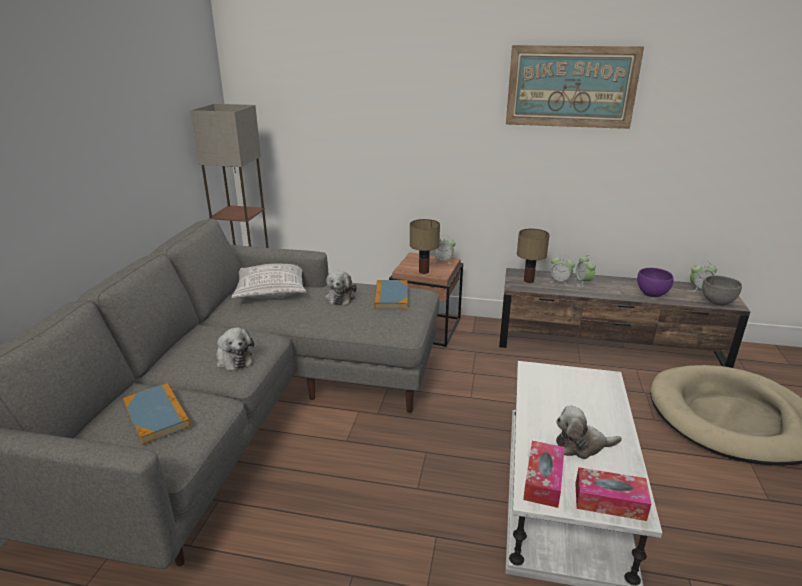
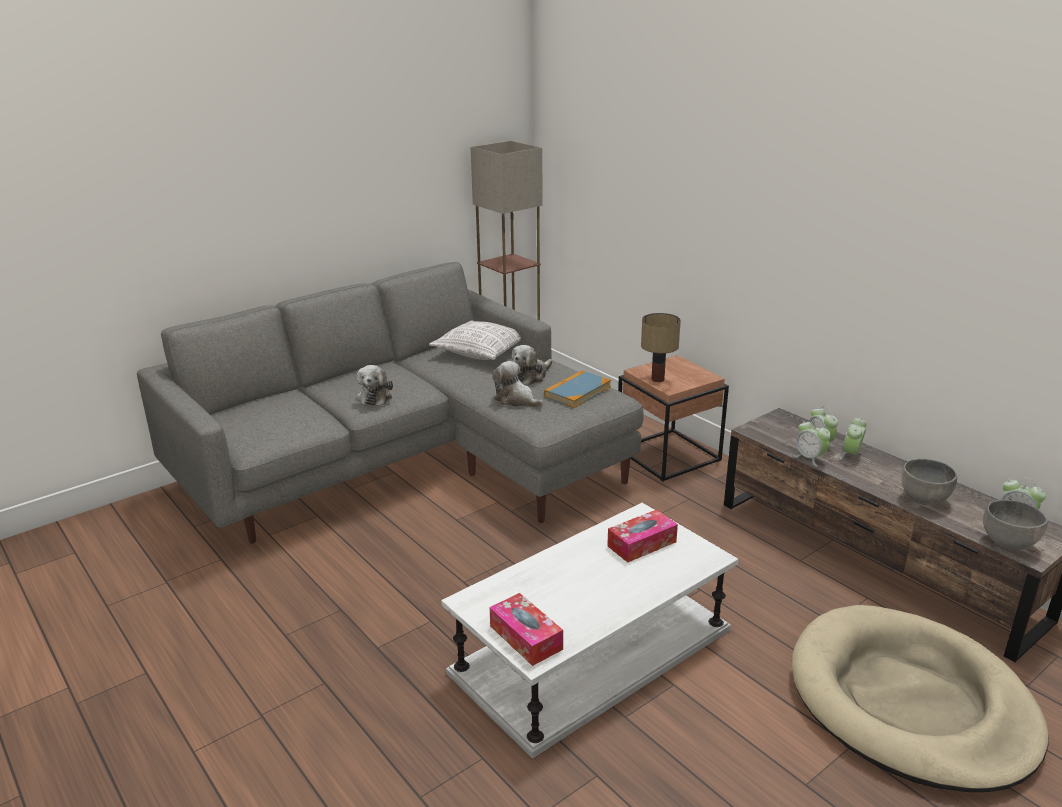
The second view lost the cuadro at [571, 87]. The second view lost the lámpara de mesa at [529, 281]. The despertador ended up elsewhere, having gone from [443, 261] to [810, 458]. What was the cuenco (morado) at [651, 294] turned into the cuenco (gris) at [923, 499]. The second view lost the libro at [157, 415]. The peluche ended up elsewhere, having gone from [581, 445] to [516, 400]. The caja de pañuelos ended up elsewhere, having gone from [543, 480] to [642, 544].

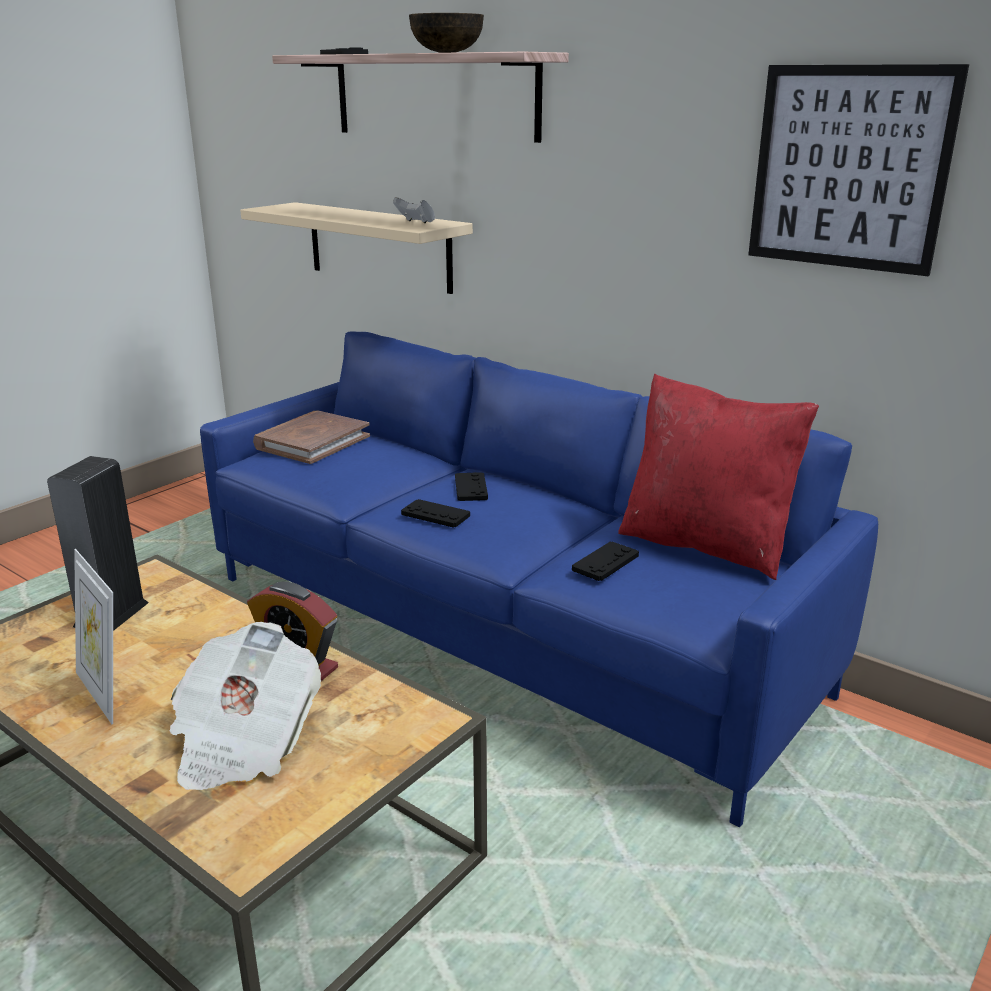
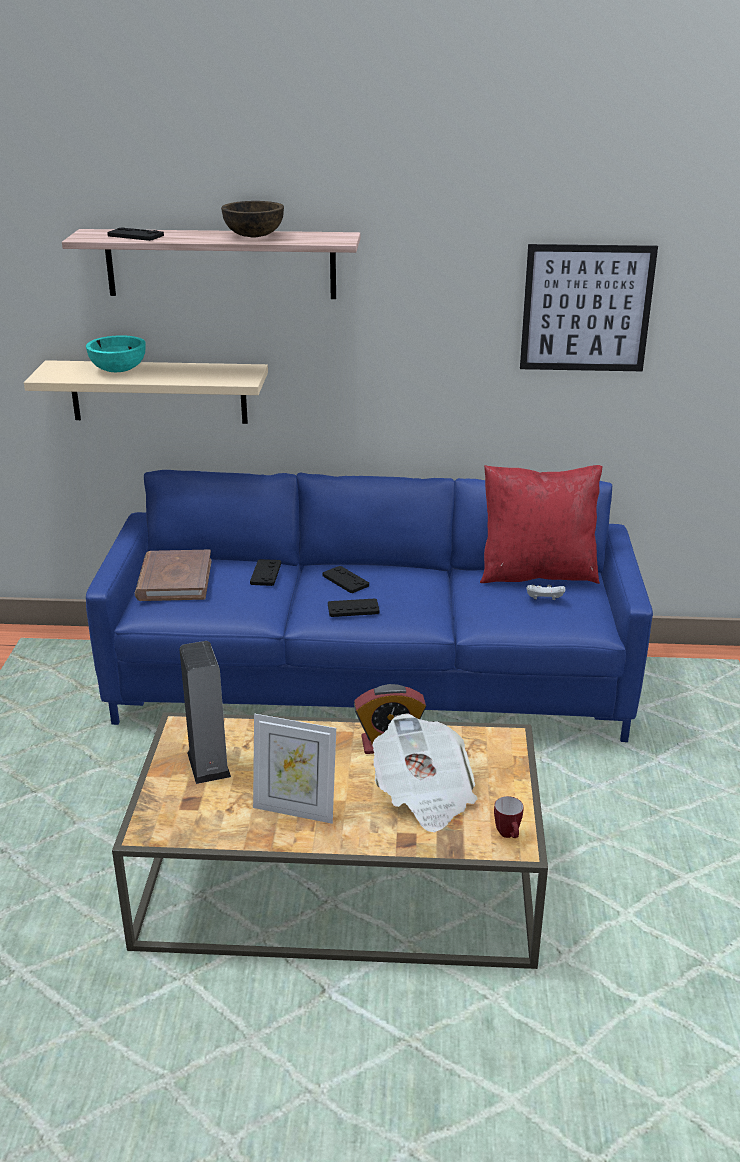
The mando de consola (blanco) ended up elsewhere, having gone from [416, 222] to [544, 600]. The mando de consola (negro) ended up elsewhere, having gone from [605, 562] to [265, 573]. The second view gained the cuenco (turquesa) at [119, 370]. The second view gained the taza grande at [509, 835].

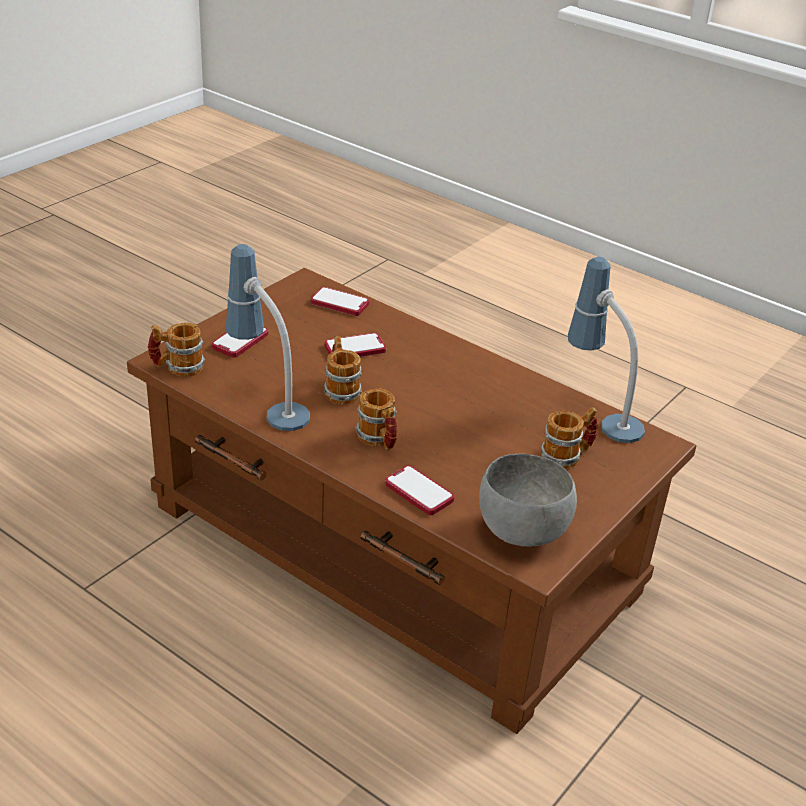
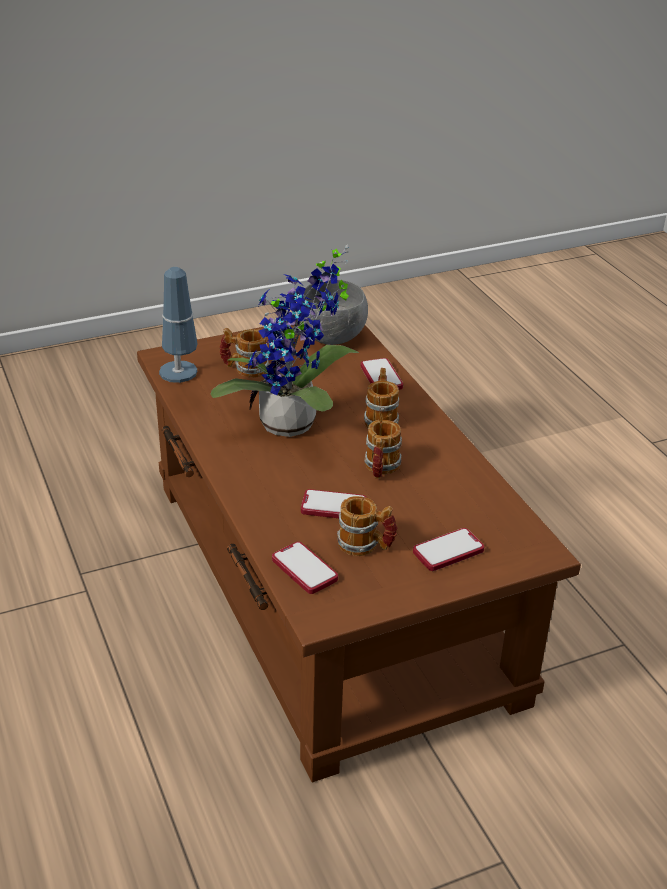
The second view lost the lámpara de mesa at [268, 404]. The taza grande ended up elsewhere, having gone from [177, 367] to [366, 546]. The second view gained the planta en maceta at [293, 426].

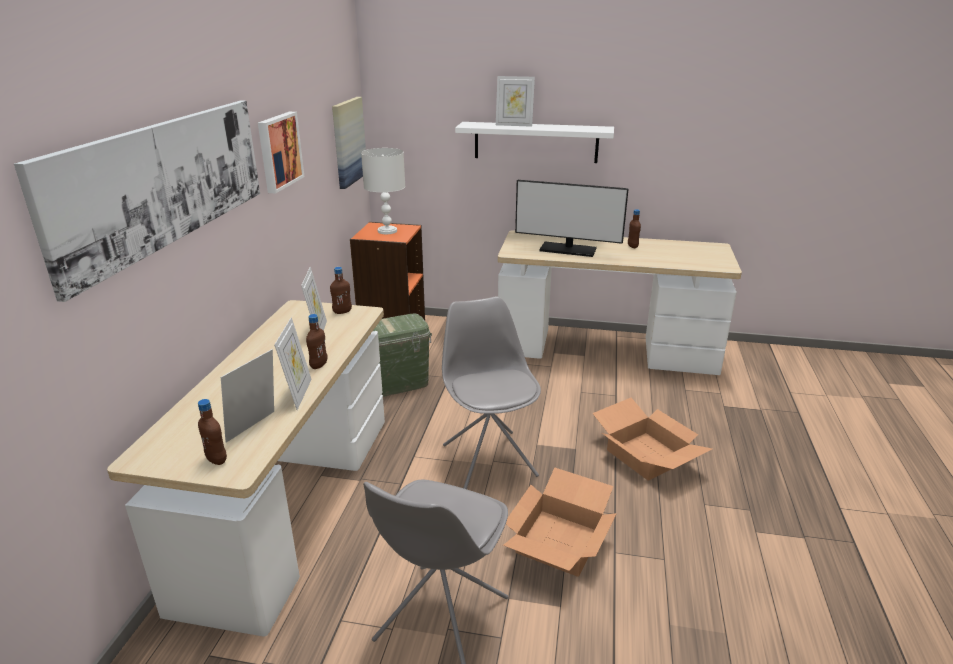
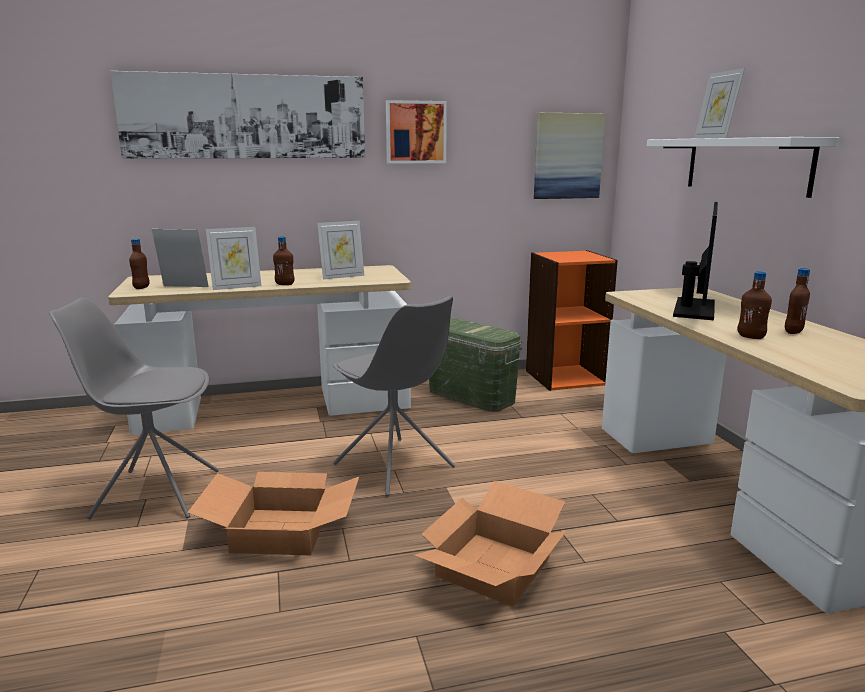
The second view lost the lámpara de mesa (blanco) at [387, 231]. The monitor at [568, 250] ended up facing another way, 150 degrees counterclockwise from before. The botella (marrón) ended up elsewhere, having gone from [342, 312] to [751, 337]. The silla (gris) at [489, 459] ended up facing another way, 90 degrees clockwise from before.

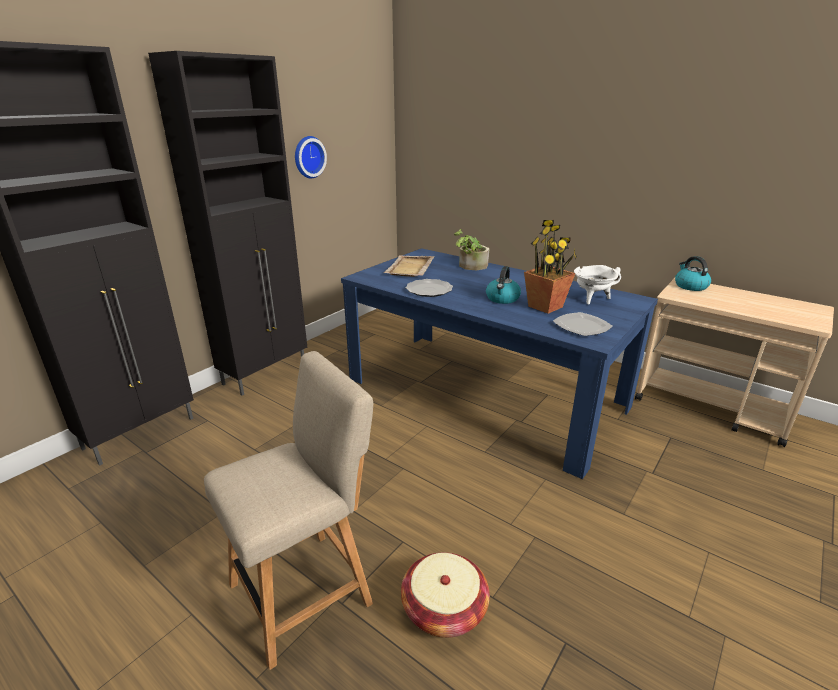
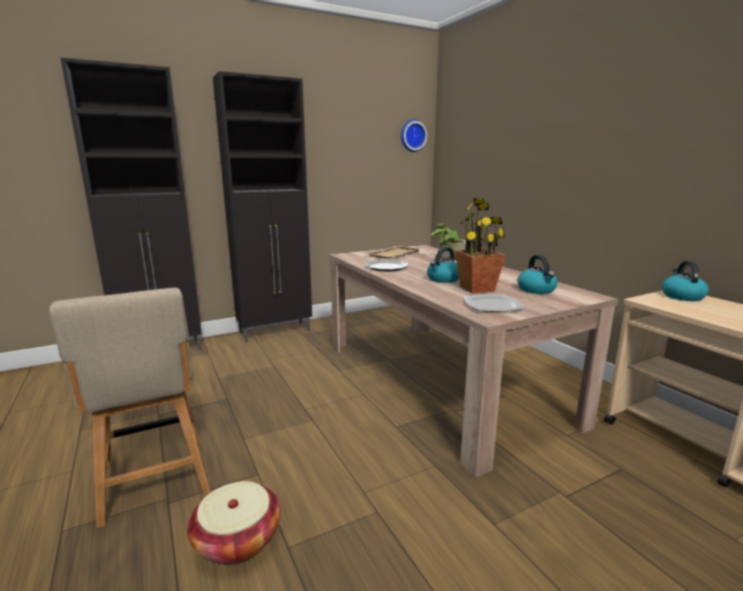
The reloj de pared ended up elsewhere, having gone from [308, 157] to [412, 136]. What was the mesa de comedor (azul) at [484, 392] turned into the mesa de comedor (beis) at [440, 380]. Where the olla (blanco) stood at [592, 299], the hervidor came to stand at [537, 290]. The silla (beis) at [306, 589] ended up facing another way, 75 degrees clockwise from before.

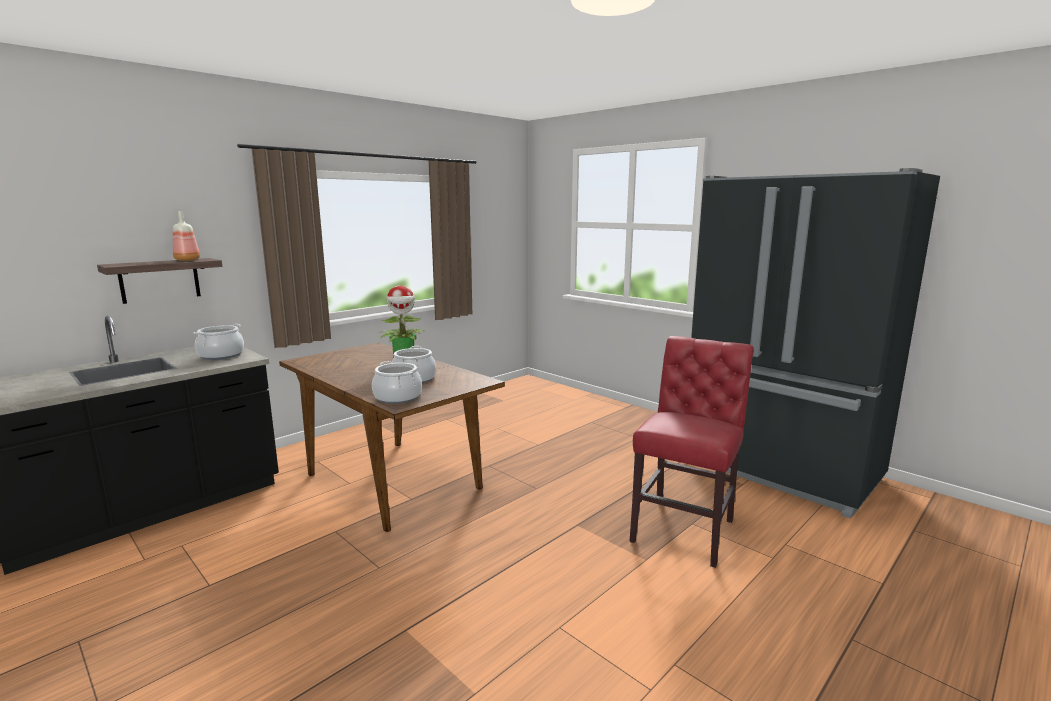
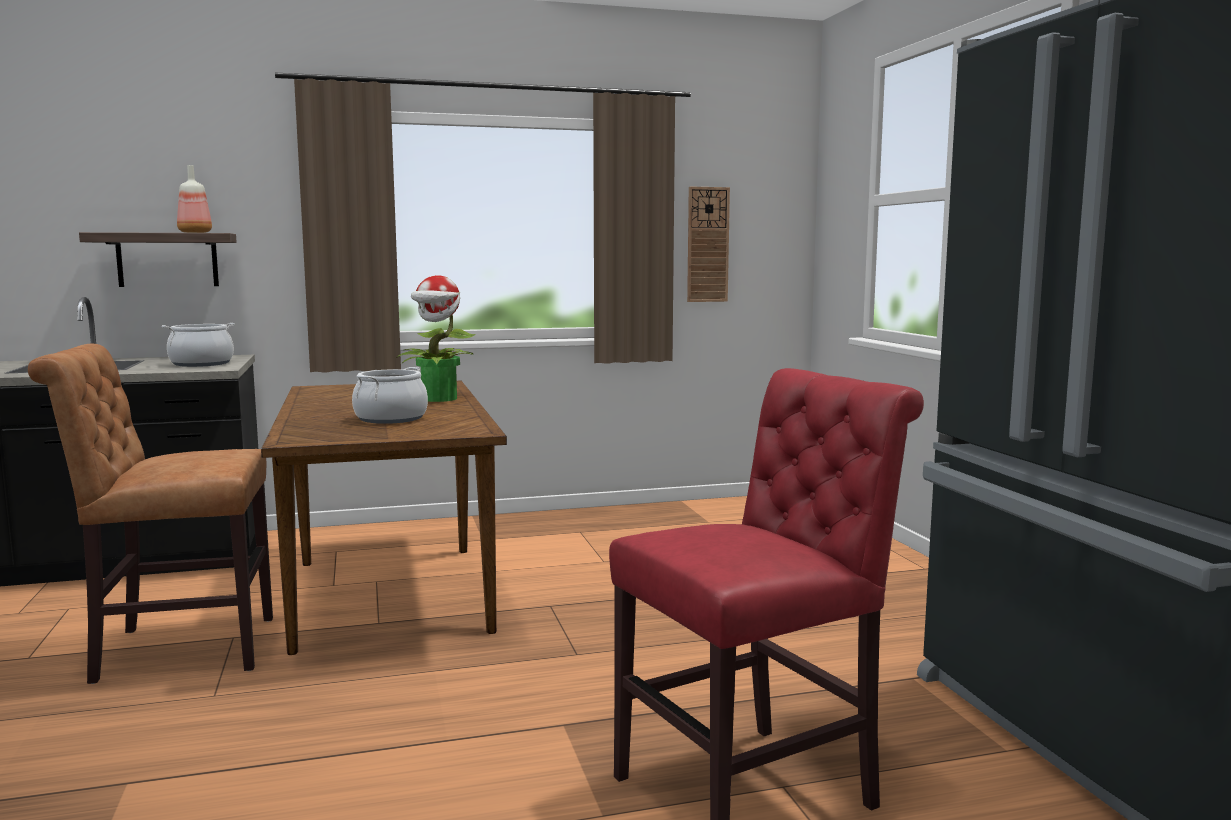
The second view lost the olla at [397, 397]. The second view gained the reloj de pared at [707, 244]. The second view gained the silla (marrón) at [176, 650].

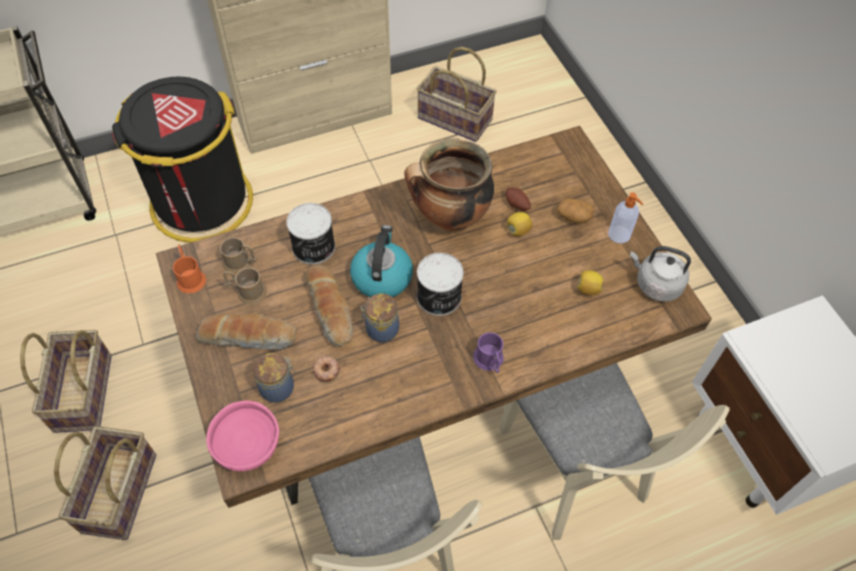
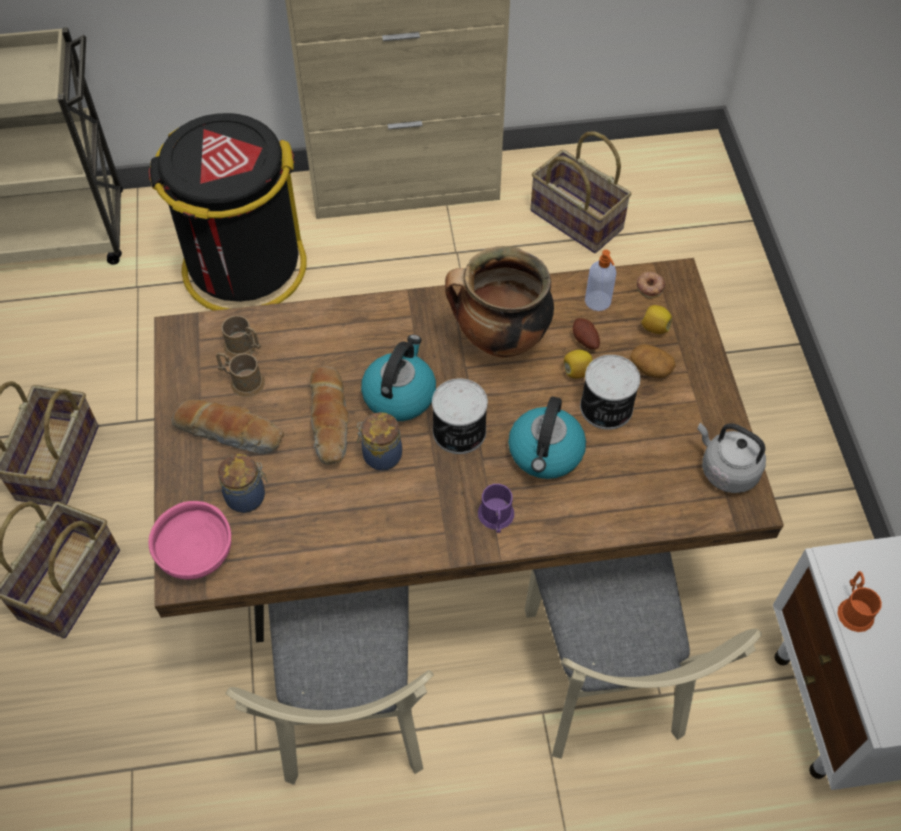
The dispensador de jabón ended up elsewhere, having gone from [619, 235] to [598, 302]. The lata ended up elsewhere, having gone from [313, 247] to [606, 408]. The taza grande (naranja) ended up elsewhere, having gone from [190, 277] to [854, 609]. The limón ended up elsewhere, having gone from [588, 289] to [654, 327]. The rosquilla ended up elsewhere, having gone from [327, 370] to [650, 286]. The second view gained the hervidor at [545, 453].

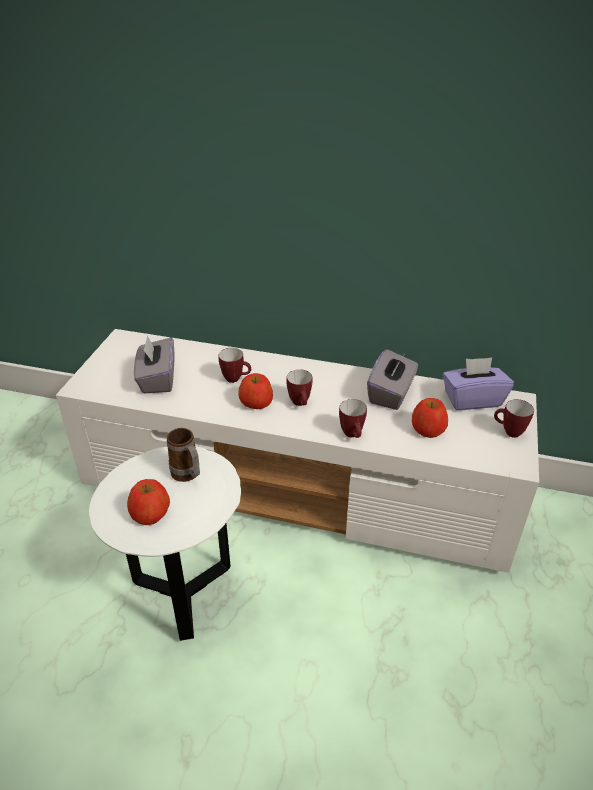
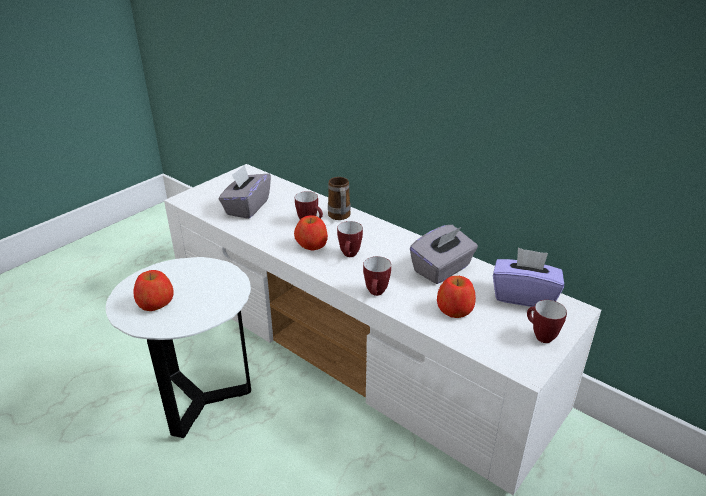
The taza grande ended up elsewhere, having gone from [188, 476] to [340, 217].

